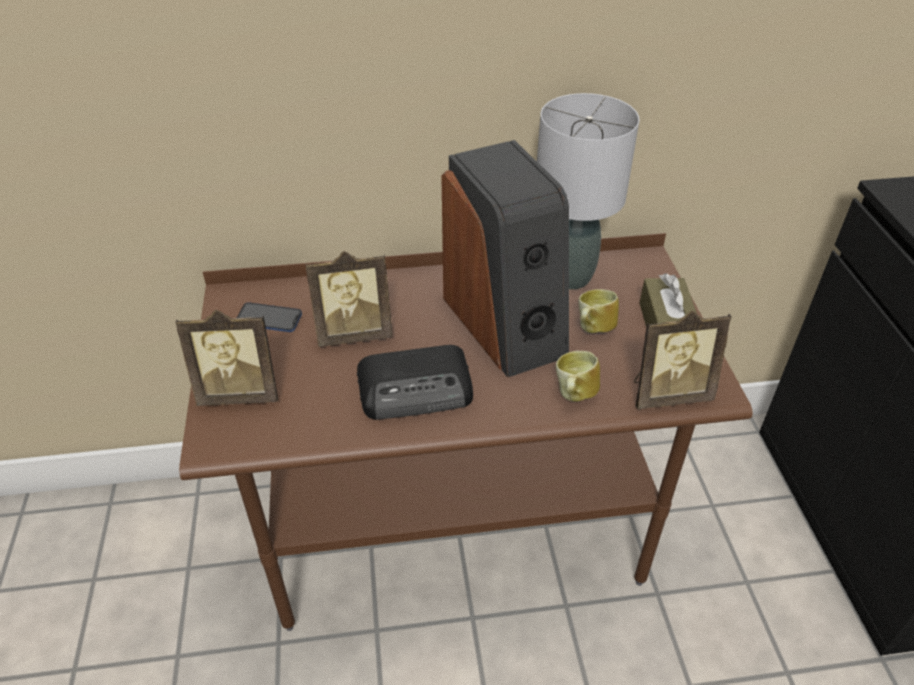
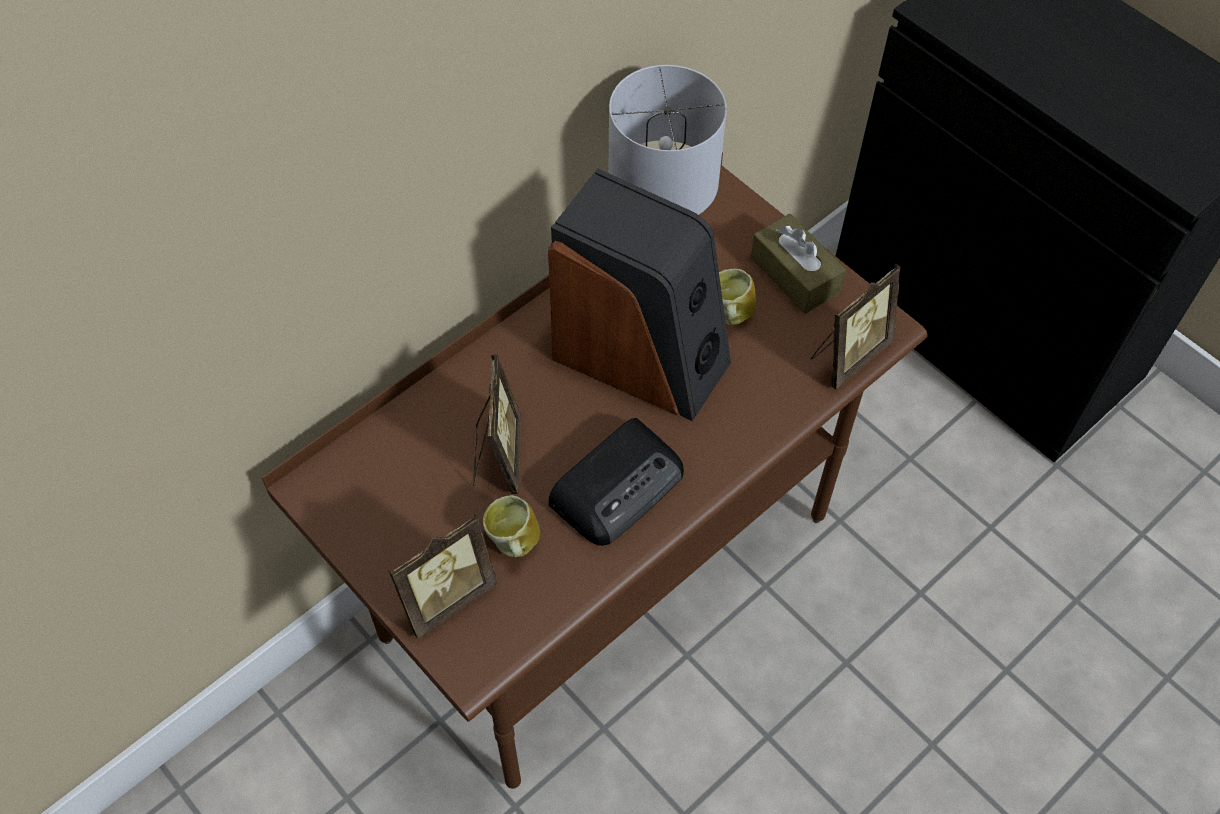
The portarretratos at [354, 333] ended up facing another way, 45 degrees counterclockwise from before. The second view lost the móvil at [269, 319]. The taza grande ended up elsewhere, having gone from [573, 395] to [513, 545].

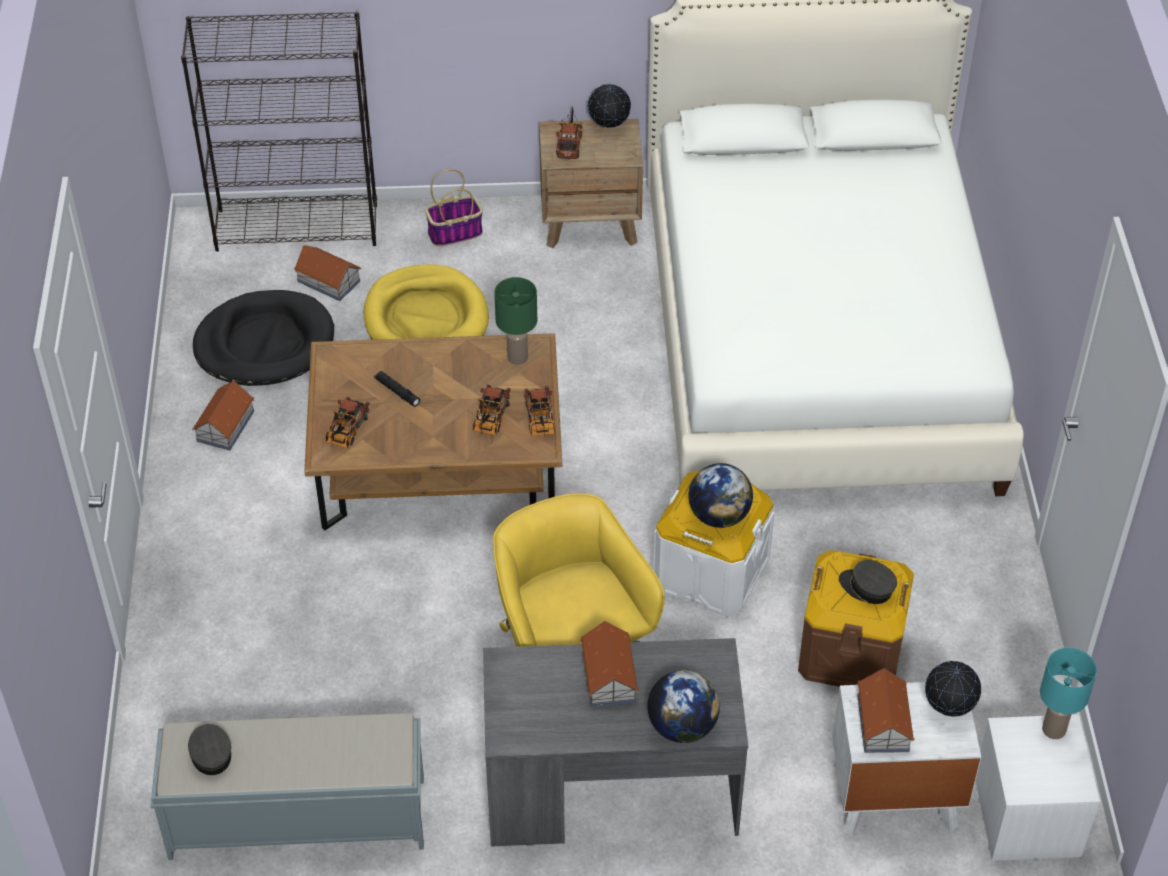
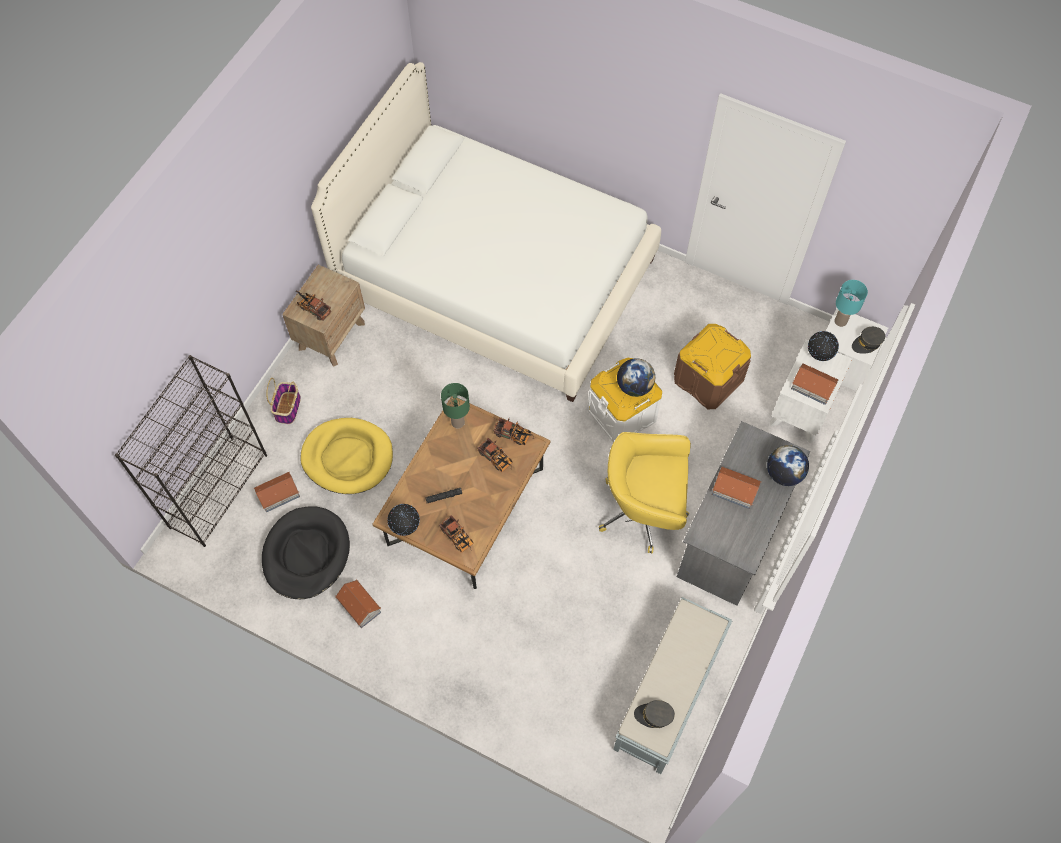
The globo terráqueo ended up elsewhere, having gone from [609, 127] to [405, 527]. The gorra (gris) ended up elsewhere, having gone from [867, 588] to [867, 343].

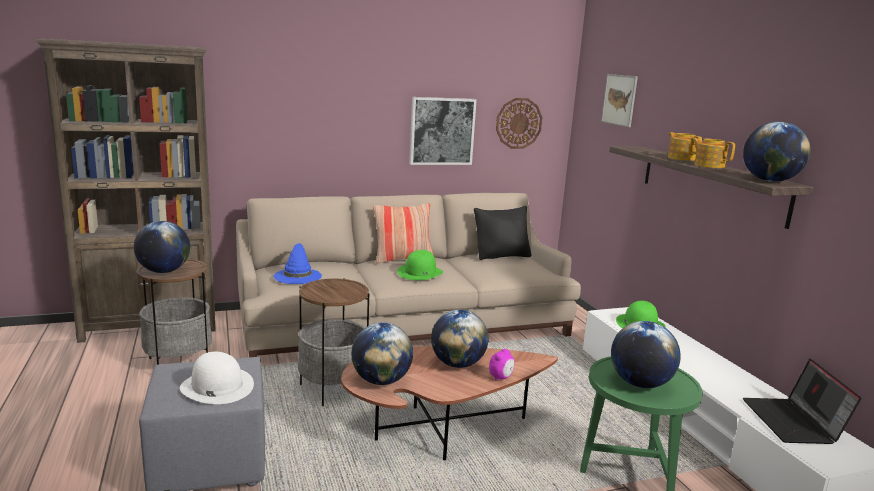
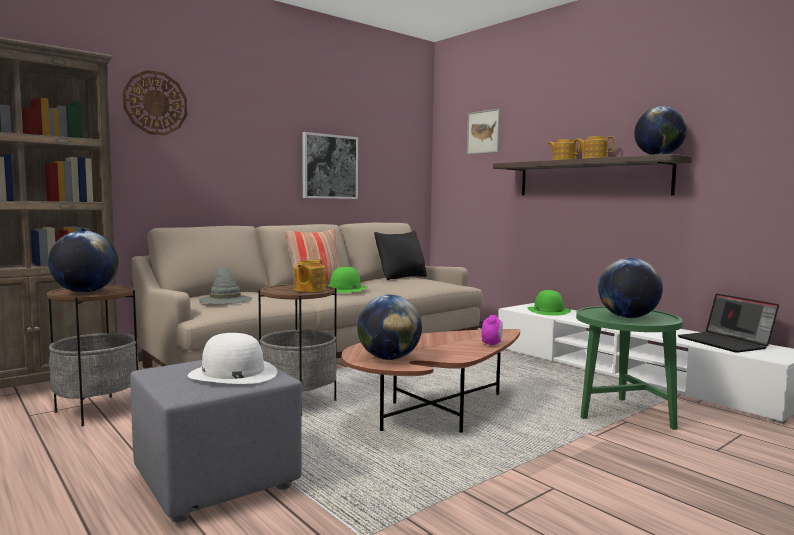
The reloj de pared ended up elsewhere, having gone from [518, 123] to [155, 103]. What was the sombrero (azul) at [297, 275] turned into the sombrero (gris) at [225, 299]. The second view lost the globo terráqueo at [457, 364]. The second view gained the tetera at [309, 289].

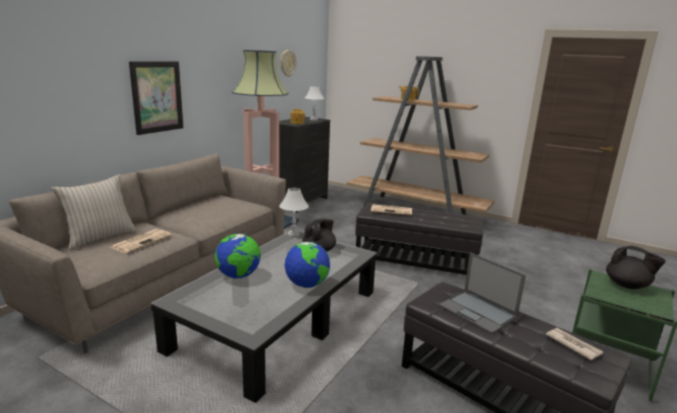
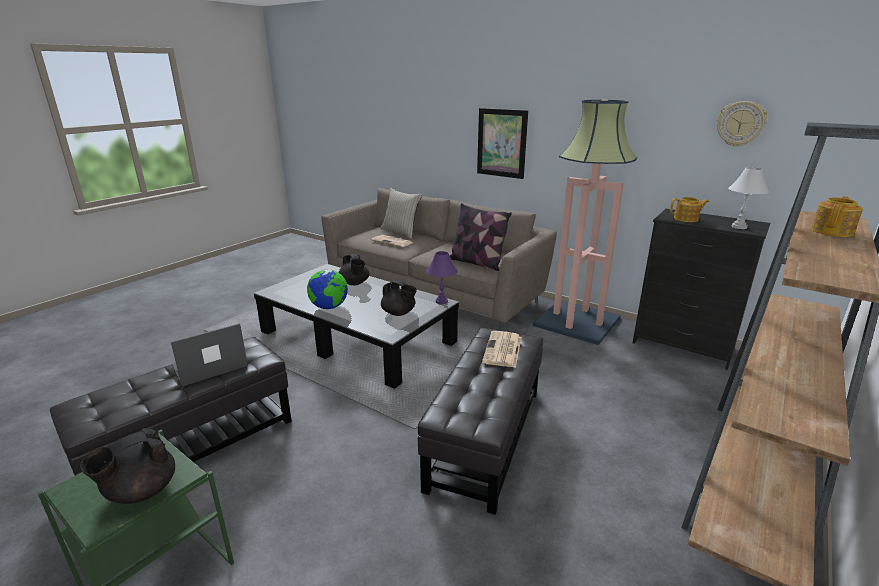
What was the lámpara de mesa (blanco) at [293, 235] turned into the lámpara de mesa (morado) at [441, 301]. Where the globo terráqueo stood at [238, 276], the tetera (negro) came to stand at [354, 283]. The second view lost the periódico at [573, 345]. The second view gained the cojín at [476, 262].

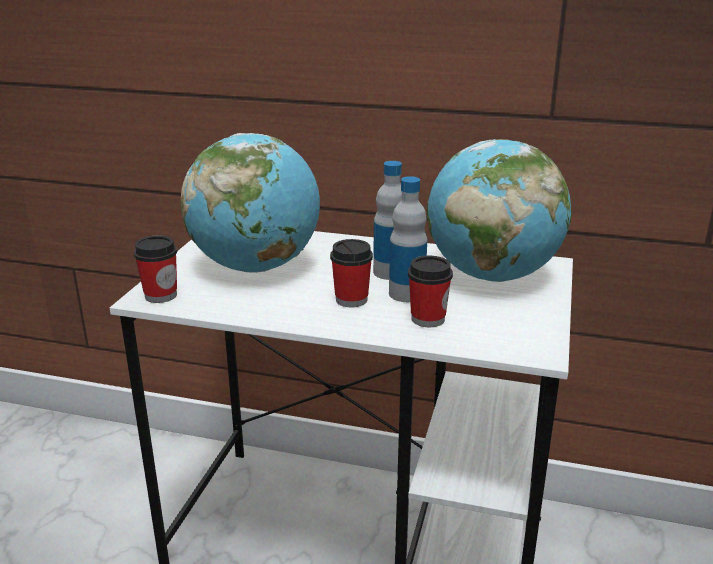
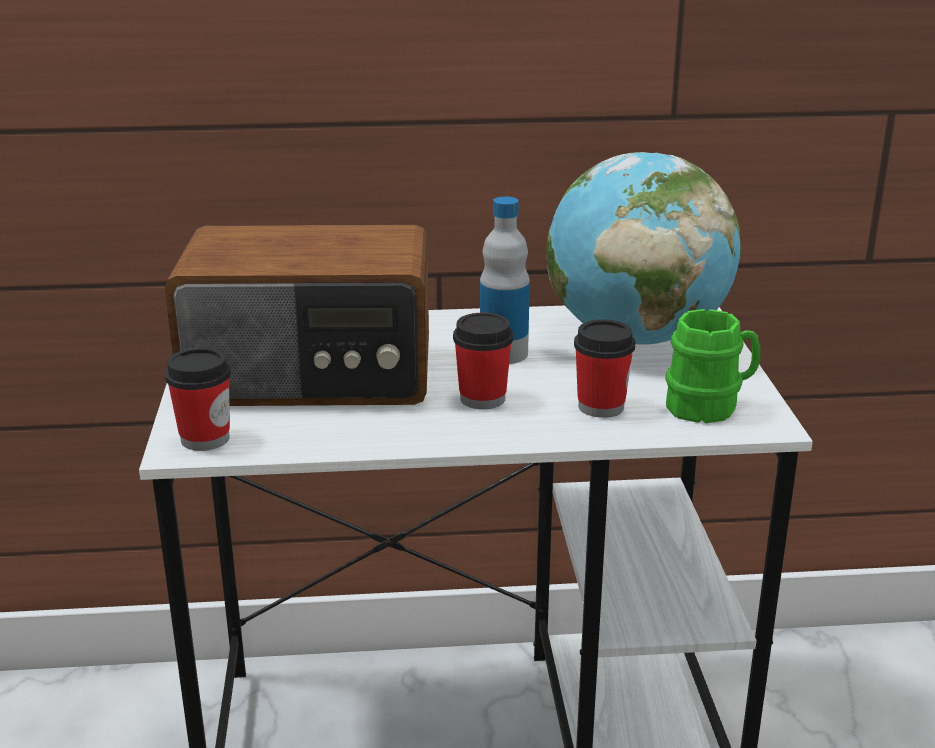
Where the globo terráqueo stood at [256, 266], the radio came to stand at [311, 375]. The second view lost the botella at [406, 294]. The second view gained the taza grande (verde) at [711, 405].

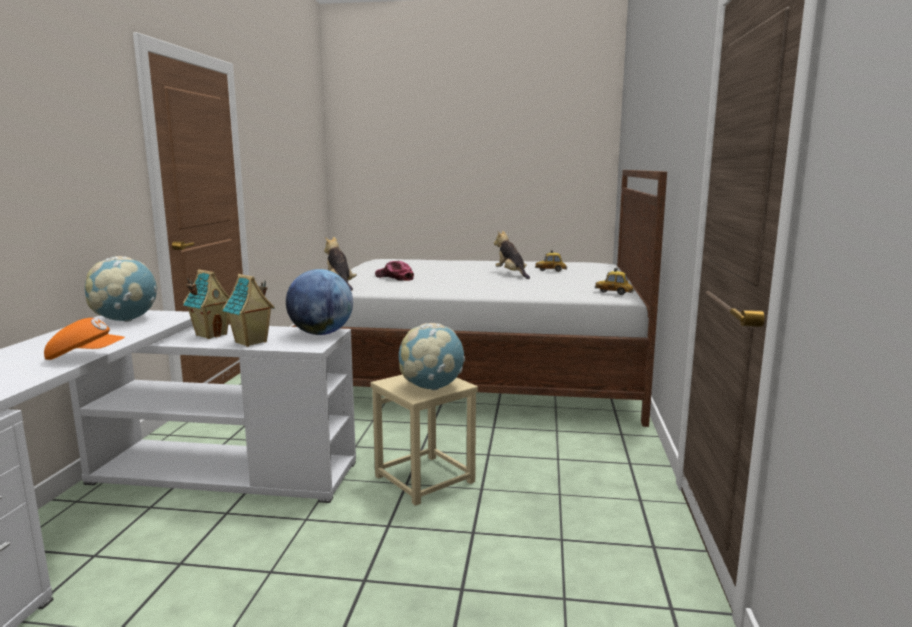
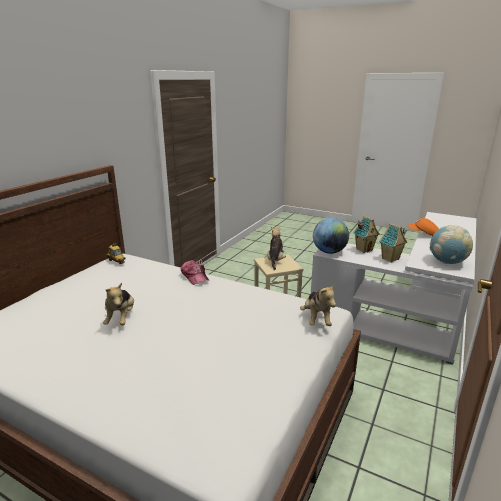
The second view lost the coche de juguete at [550, 270]. The gorra ended up elsewhere, having gone from [394, 277] to [195, 276]. Where the globo terráqueo stood at [431, 387], the peluche came to stand at [275, 260].

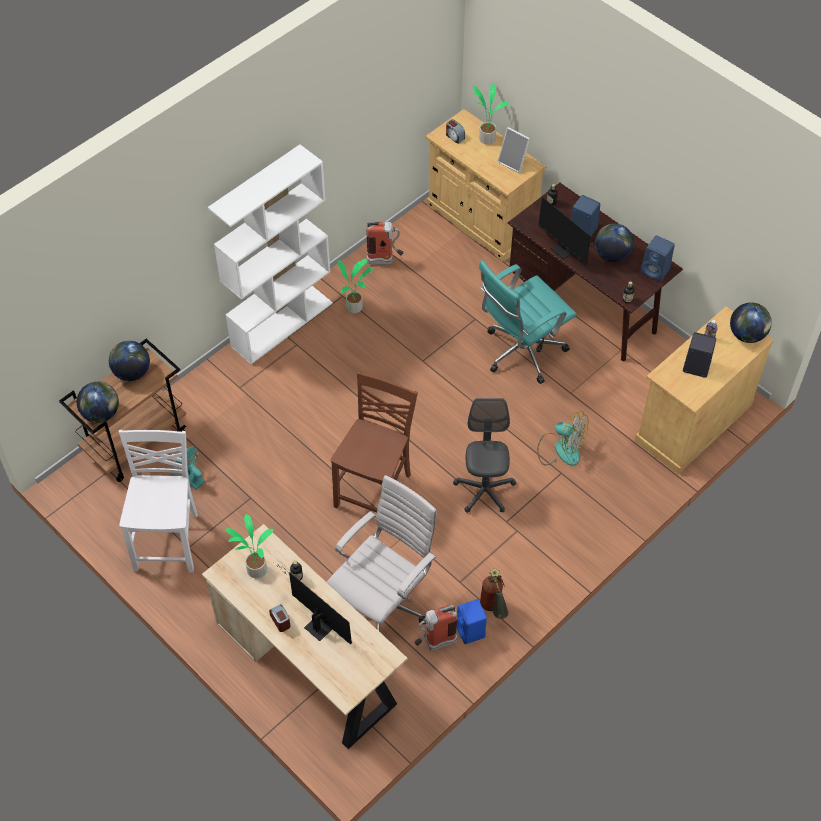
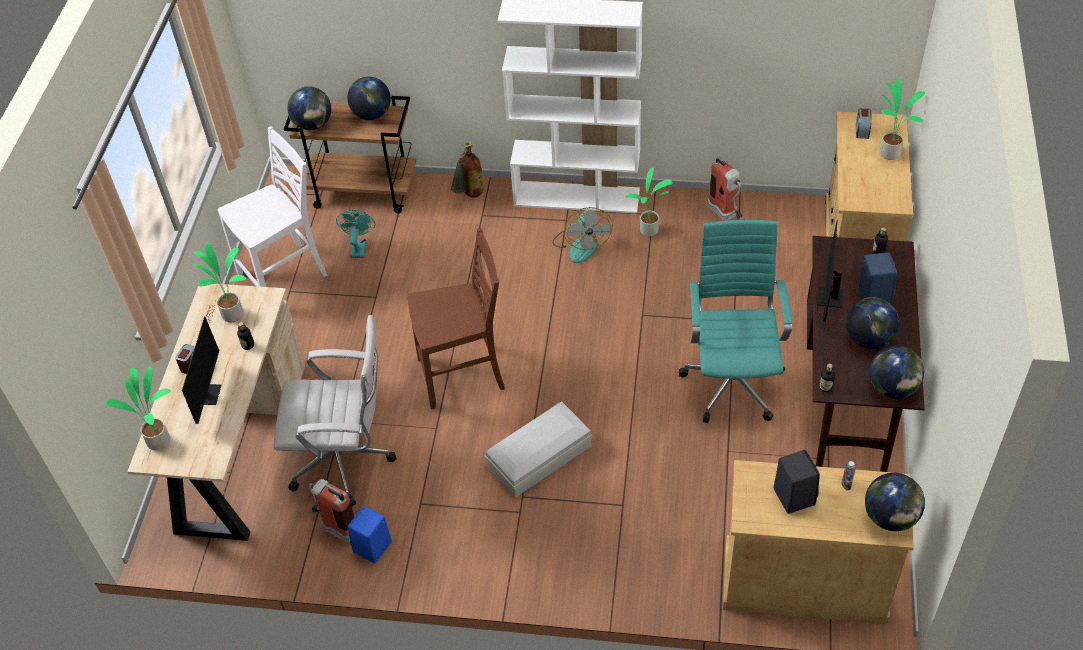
The second view lost the portarretratos at [513, 162]. Where the altavoz (azul) stood at [656, 271], the globo terráqueo came to stand at [892, 388]. The silla de oficina (turquesa) at [521, 353] ended up facing another way, 75 degrees clockwise from before. Where the silla de oficina (gris) stood at [484, 490], the caja de almacenaje (blanco) came to stand at [541, 456]. The ventilador ended up elsewhere, having gone from [560, 448] to [581, 244]. The extintor ended up elsewhere, having gone from [493, 610] to [469, 197]. The second view gained the planta en maceta at [160, 440].

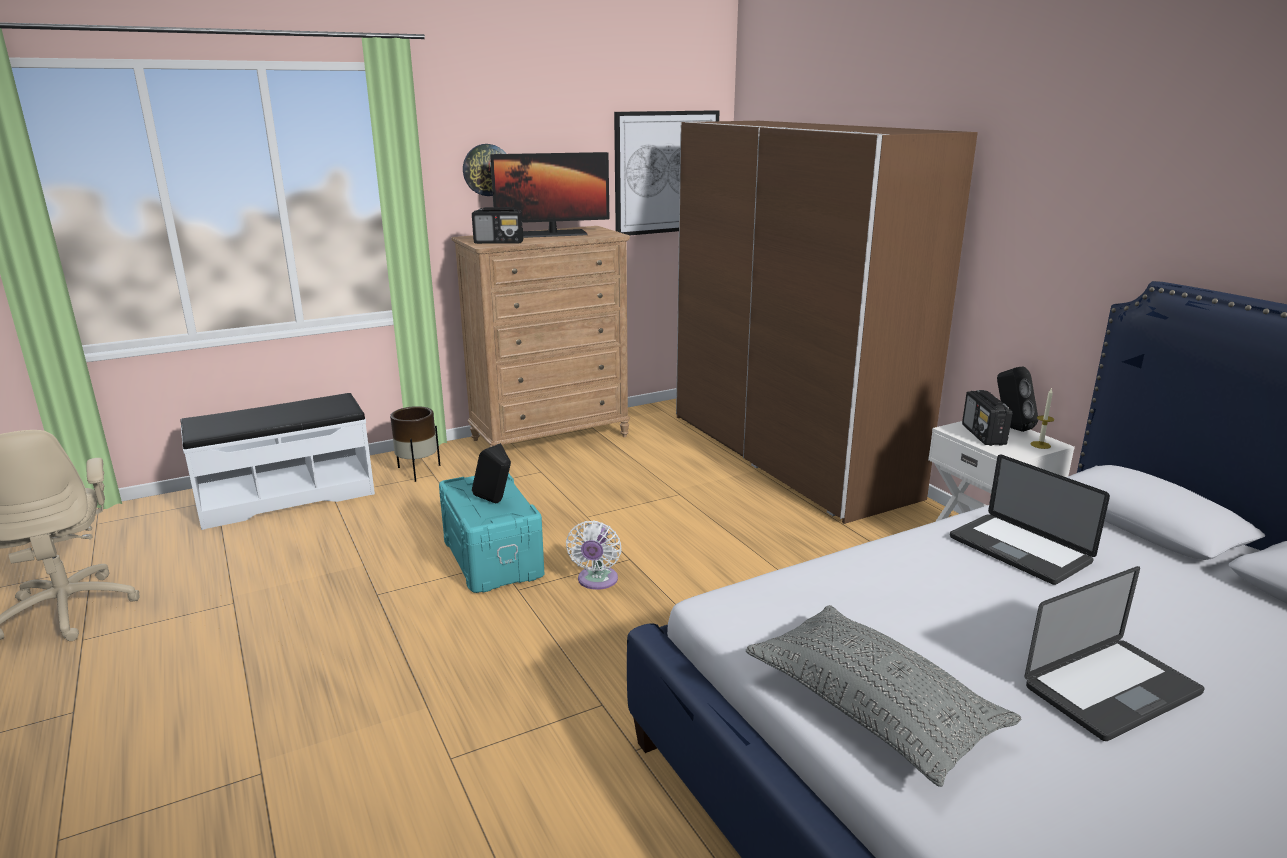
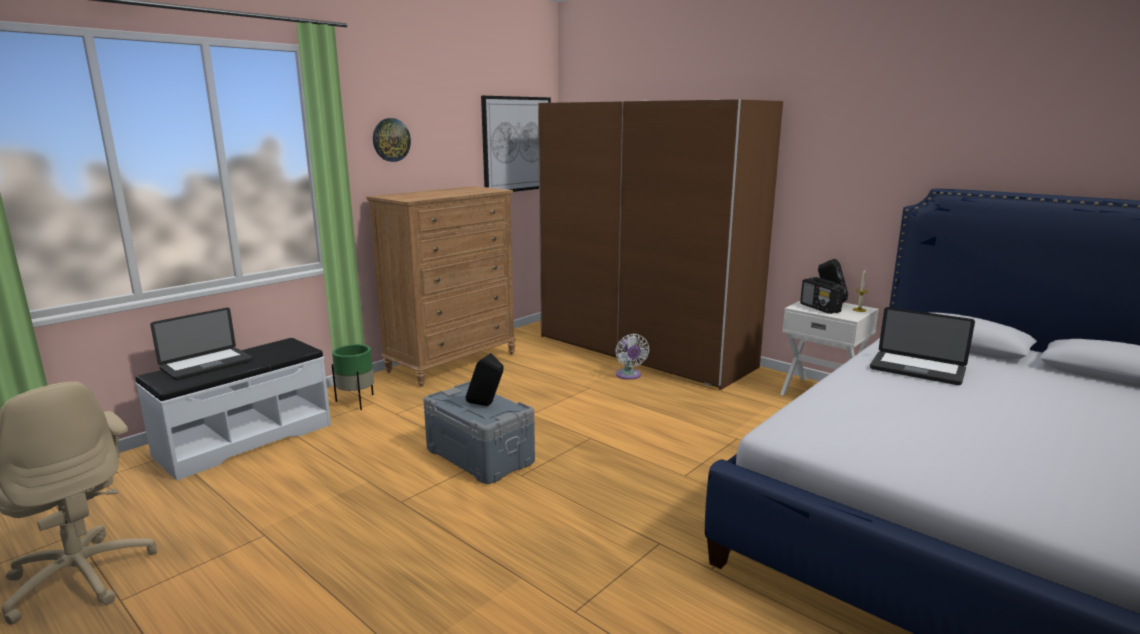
The second view lost the monitor at [553, 234]. The second view lost the radio at [499, 242]. What was the maceta (marrón) at [418, 471] turned into the maceta (verde) at [357, 402]. What was the caja de almacenaje (turquesa) at [493, 558] turned into the caja de almacenaje (gris) at [480, 455]. The ventilador (blanco) ended up elsewhere, having gone from [596, 581] to [629, 376]. The portátil ended up elsewhere, having gone from [1111, 690] to [207, 365]. The second view lost the cojín (gris) at [872, 708].

